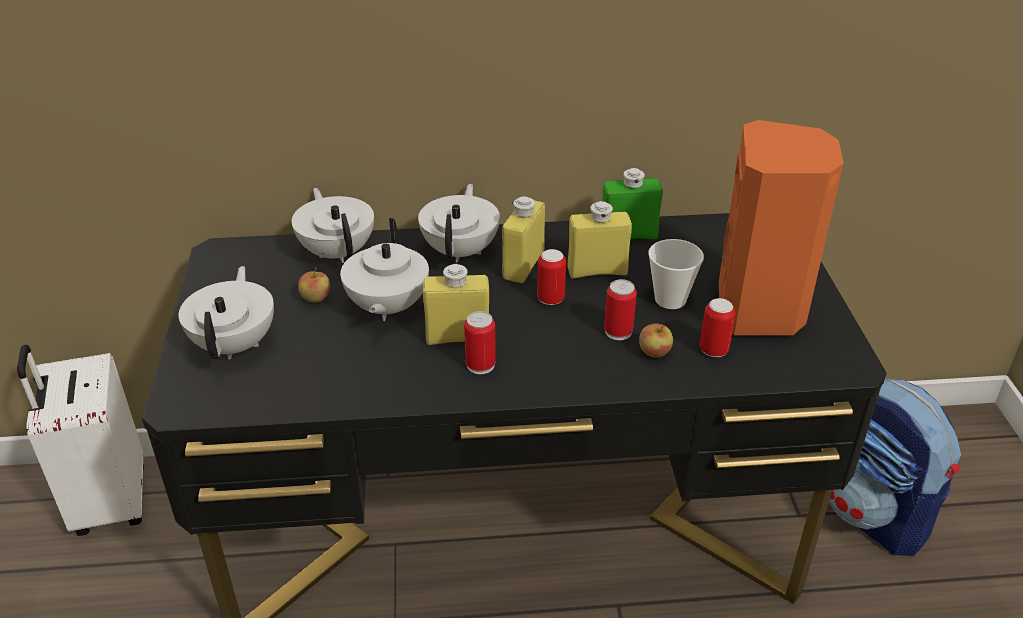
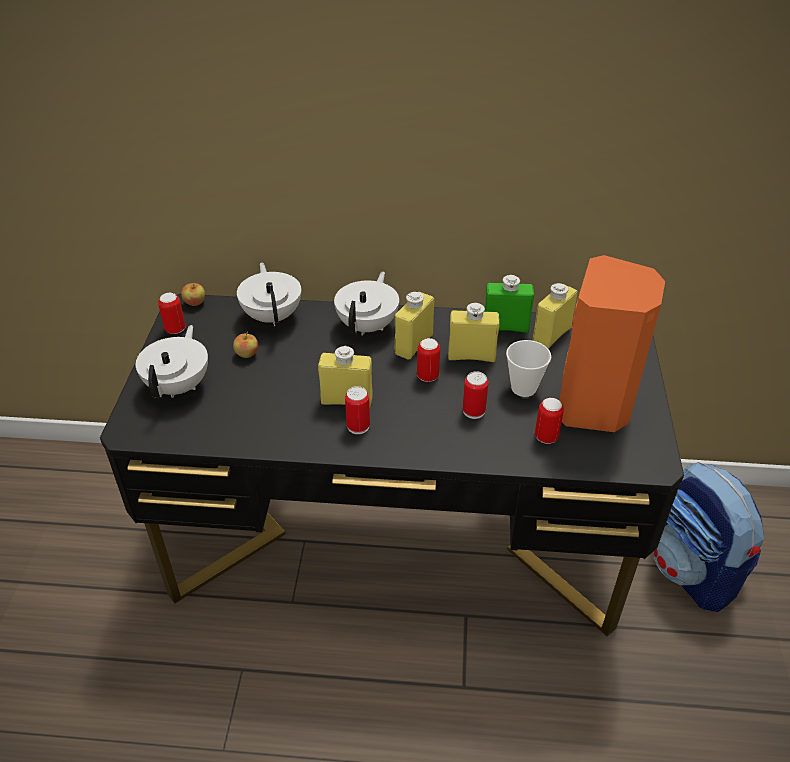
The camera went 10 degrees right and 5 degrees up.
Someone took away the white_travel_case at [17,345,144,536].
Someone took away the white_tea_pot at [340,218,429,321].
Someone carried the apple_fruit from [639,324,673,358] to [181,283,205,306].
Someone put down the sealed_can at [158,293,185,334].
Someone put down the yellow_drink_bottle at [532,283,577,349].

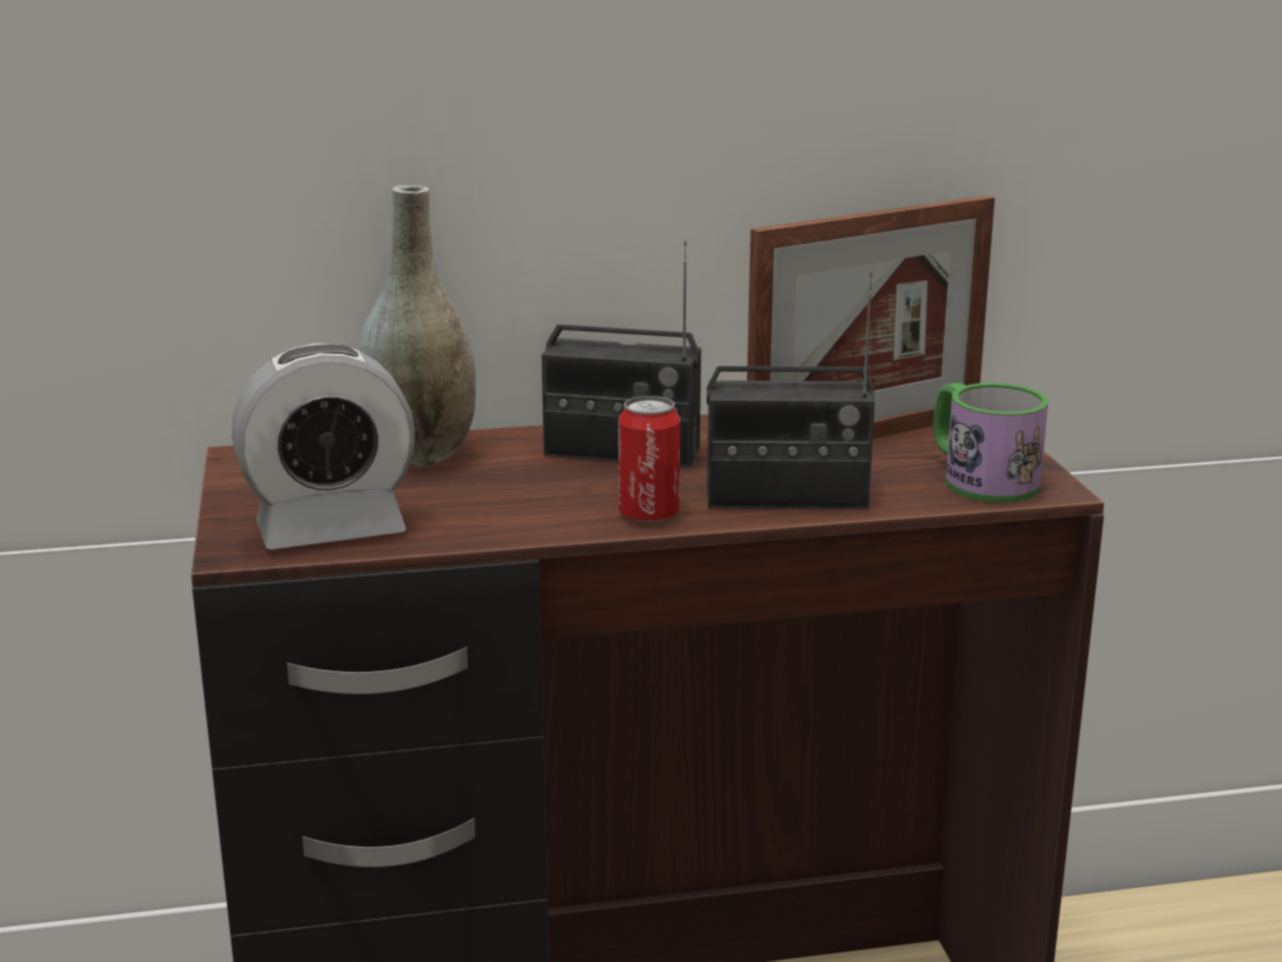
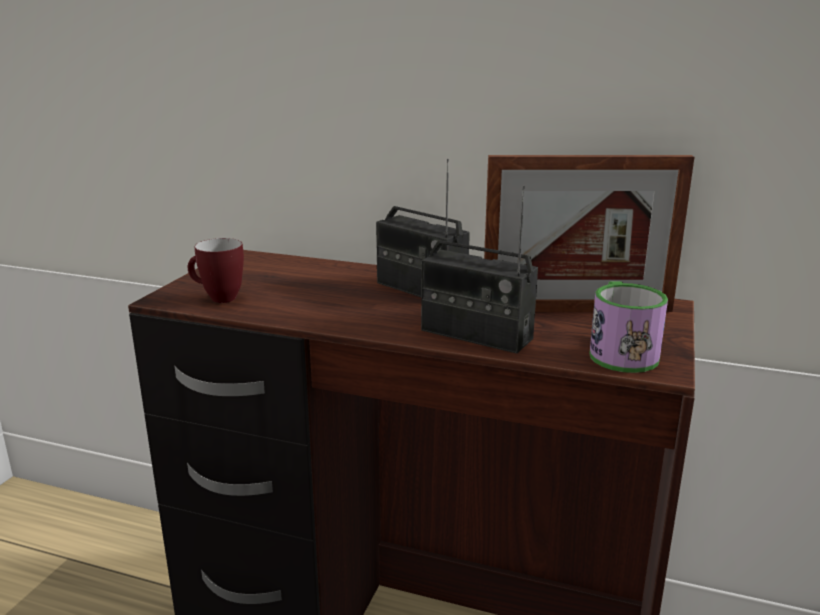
The camera went 30 degrees right and 0 degrees up.
Someone swapped the table_clock at [232,343,415,549] for the mug at [188,238,244,303].
Someone took away the gray_vase at [357,185,476,466].
Someone took away the sealed_can at [618,396,680,523].

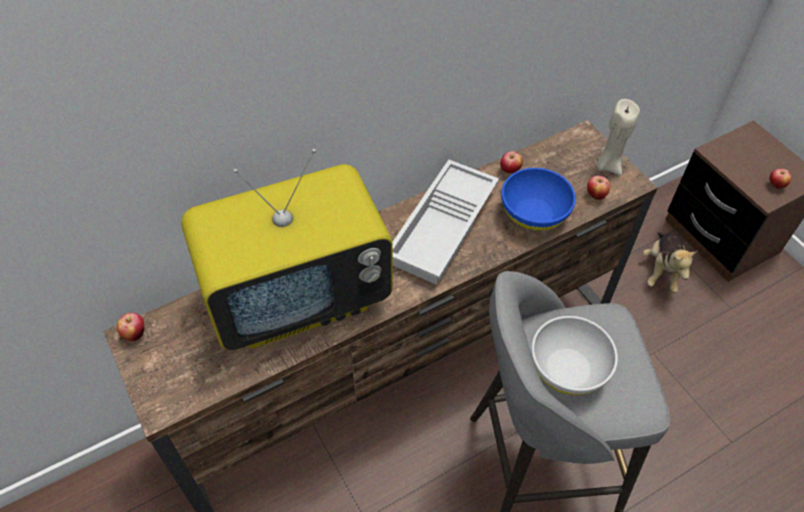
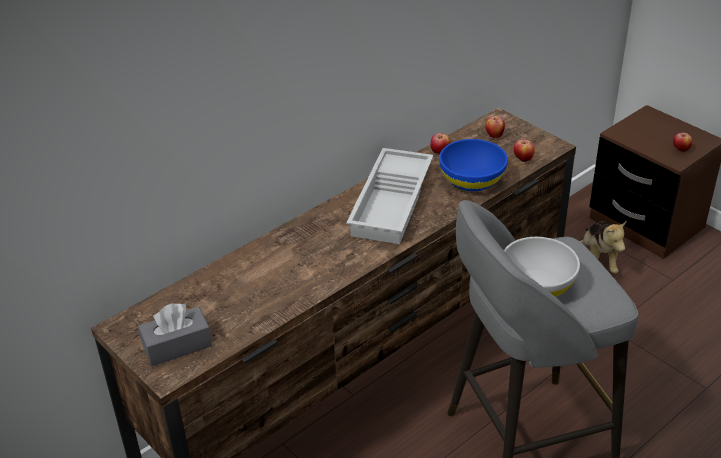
The camera went 10 degrees left and 15 degrees down.
Someone carried the apple_fruit from [117,313,144,341] to [486,116,505,138].
Someone took away the TV_set at [181,149,393,350].
Someone took away the sand-coloured_wax_candle at [596,99,640,175].
Someone put down the gray_tissue_box at [138,303,212,366].

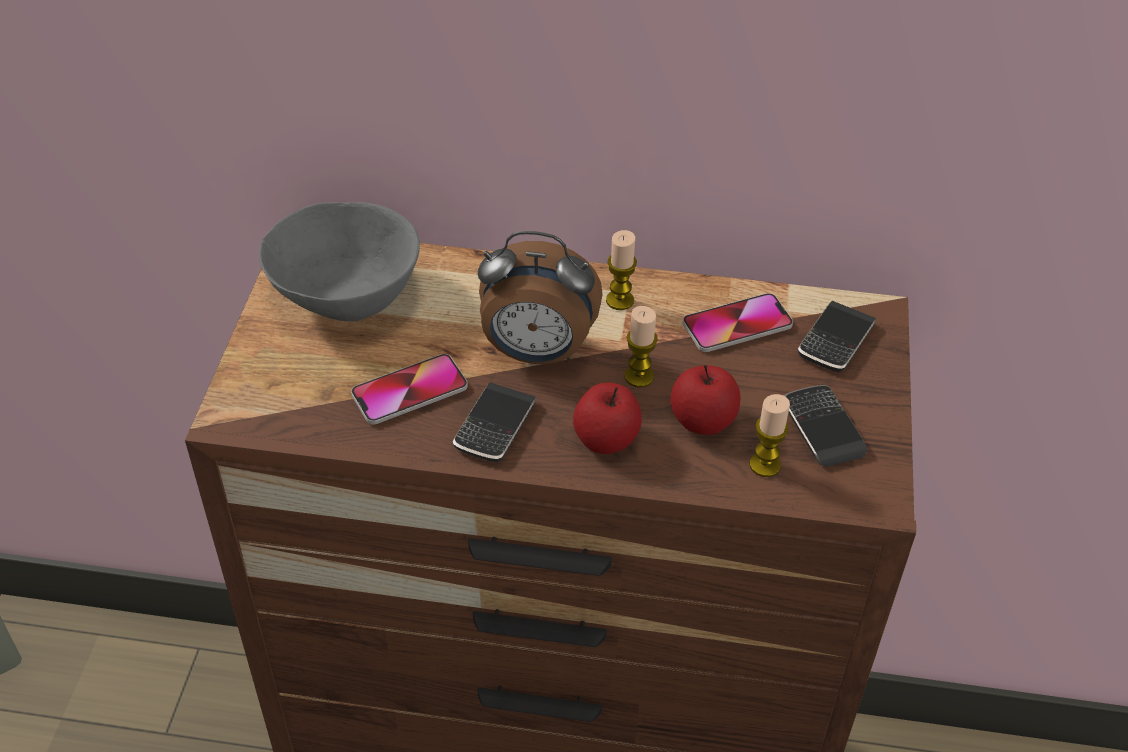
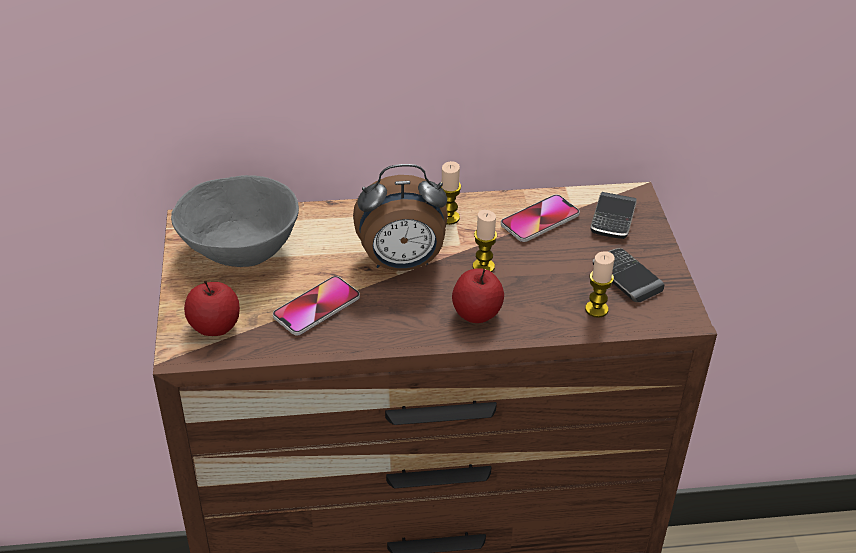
The camera went 15 degrees left and 5 degrees down.
Someone took away the handset at [453,382,536,462].
Someone carried the apple_fruit from [671,365,741,435] to [184,281,240,336].

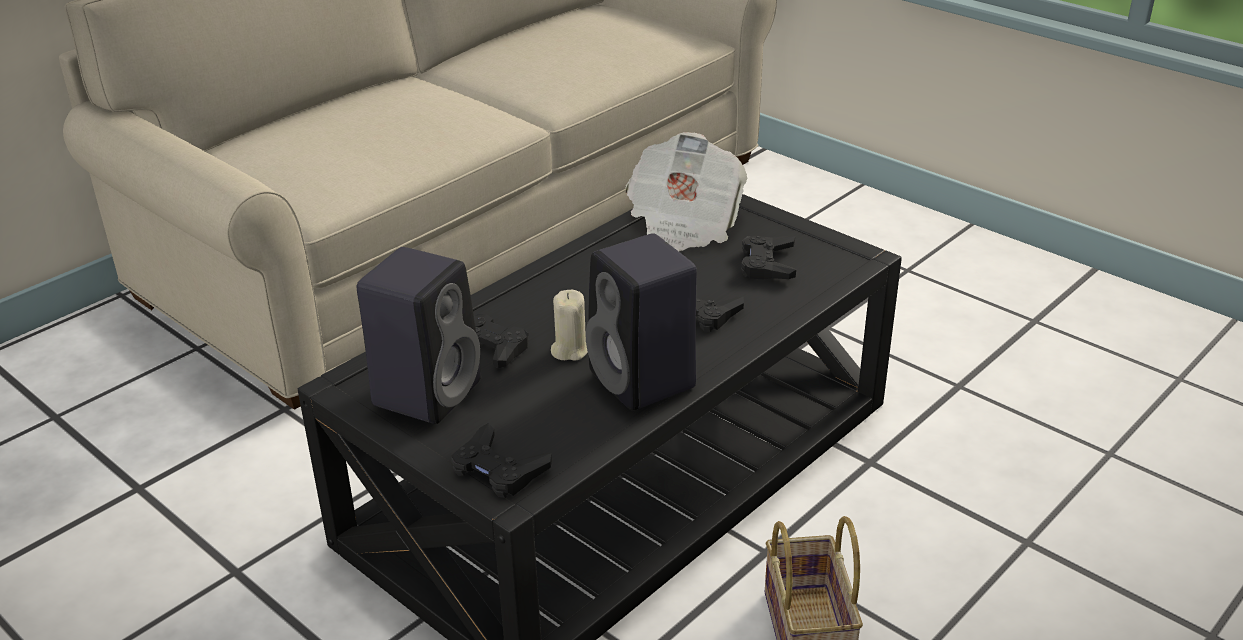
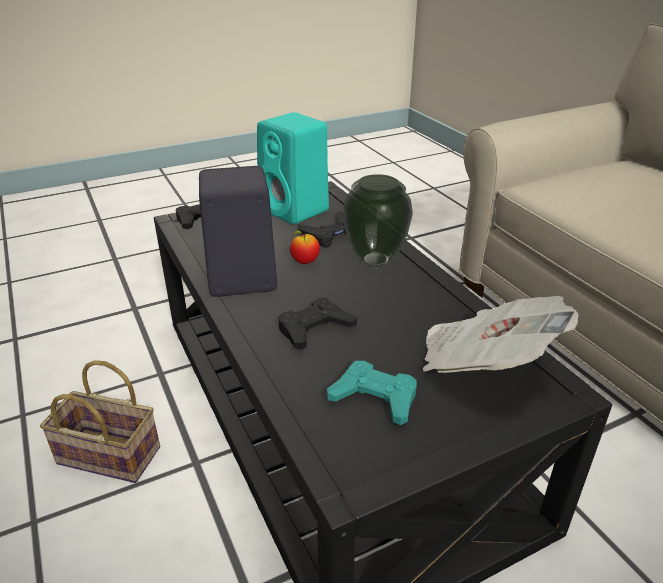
The camera went 110 degrees right and 0 degrees up.
Someone repainted the black_audio_speaker at [357,247,481,424], which became the blue-green_audio_speaker at [257,112,329,225].
Someone swapped the sand-coloured_wax_candle at [551,290,588,361] for the apple_fruit at [290,230,320,264].
Someone repainted the black_game_controller at [741,236,796,279], which became the blue-green_game_controller at [327,361,417,425].
Someone put down the vase at [342,174,413,267].

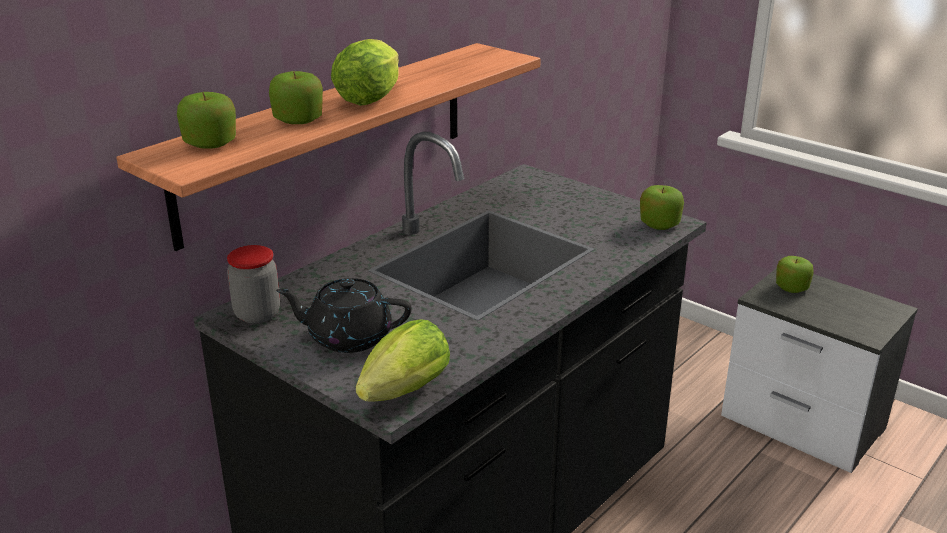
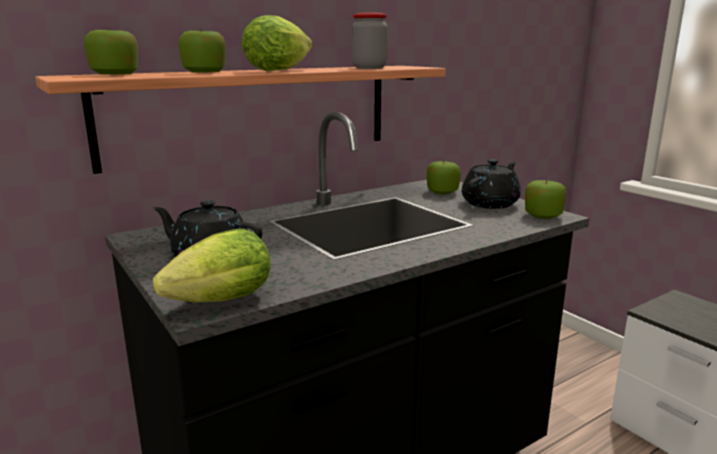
The camera went 15 degrees right and 10 degrees down.
Someone carried the preserve_jar from [227,245,280,323] to [352,13,388,69].
Someone carried the apple_fruit from [776,256,814,293] to [427,160,461,195].
Someone put down the black_tea_pot at [462,159,521,209].

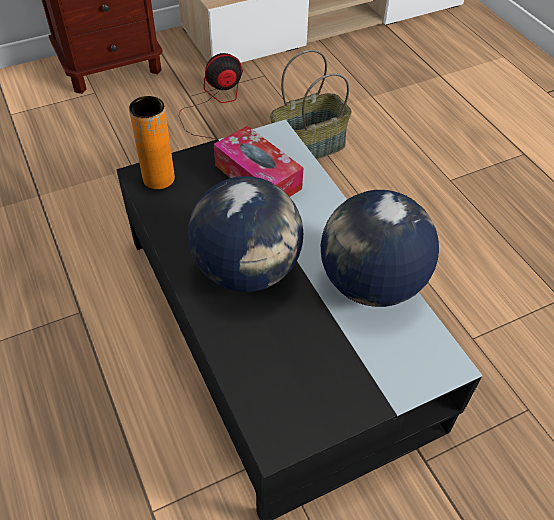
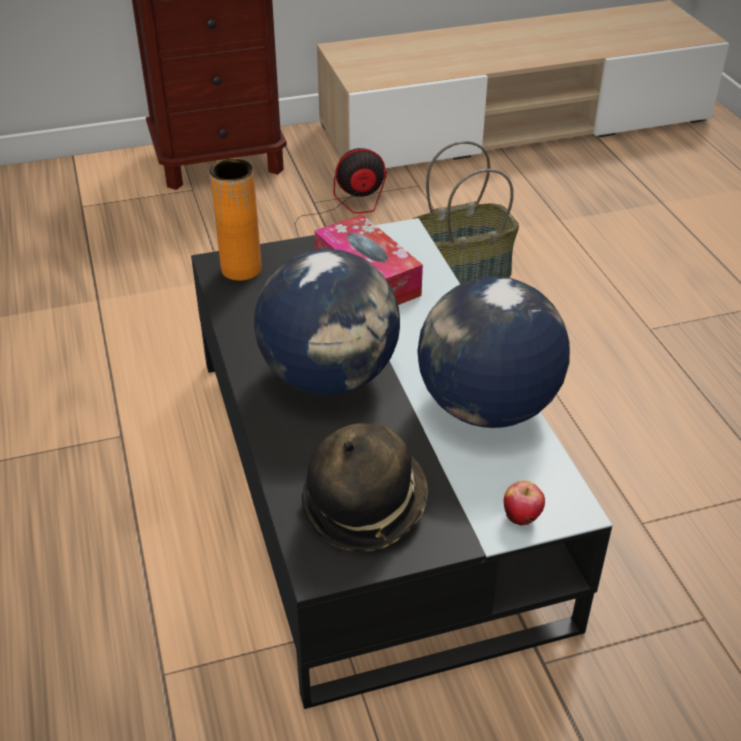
The camera went 10 degrees right and 10 degrees down.
Someone put down the wearable_hat at [302,423,428,552].
Someone put down the apple_fruit at [504,481,545,526].

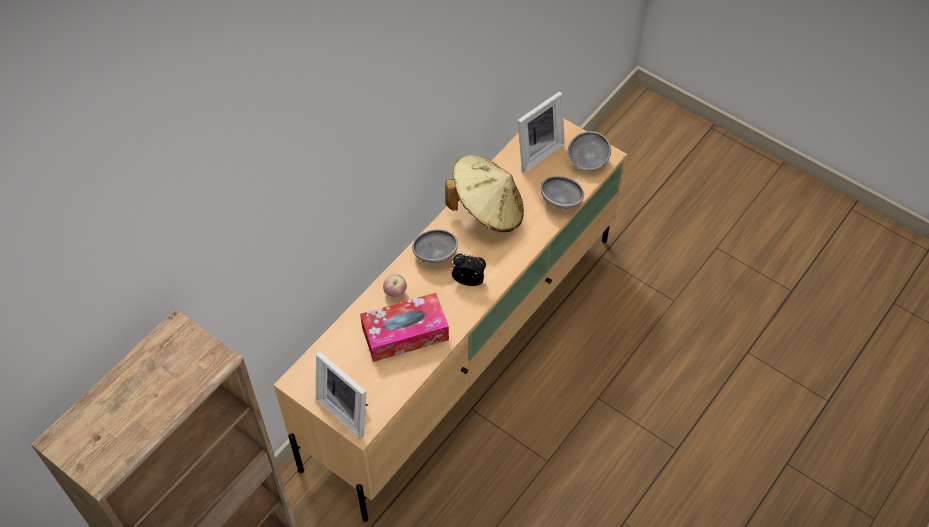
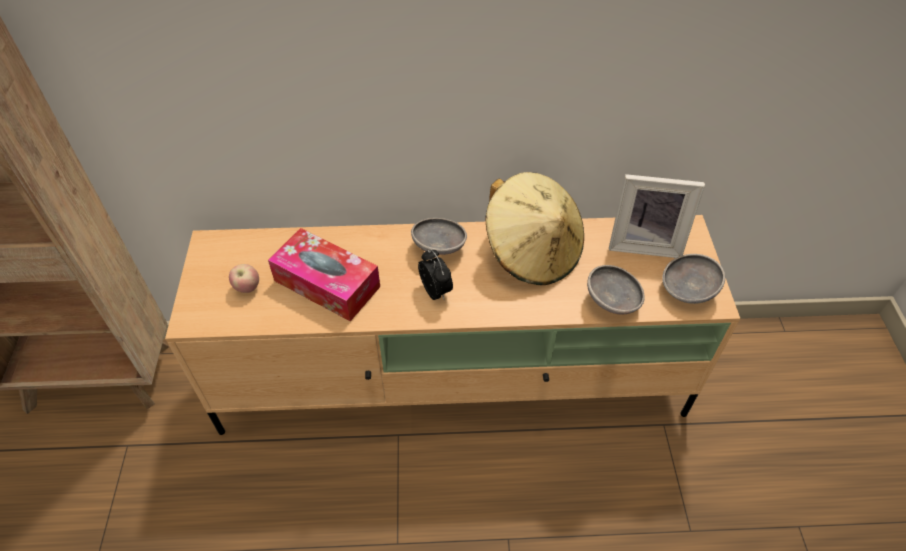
The camera went 50 degrees right and 5 degrees down.
Someone took away the picture_frame at [316,351,368,438].
Someone carried the apple_fruit from [383,274,407,297] to [229,264,259,293].

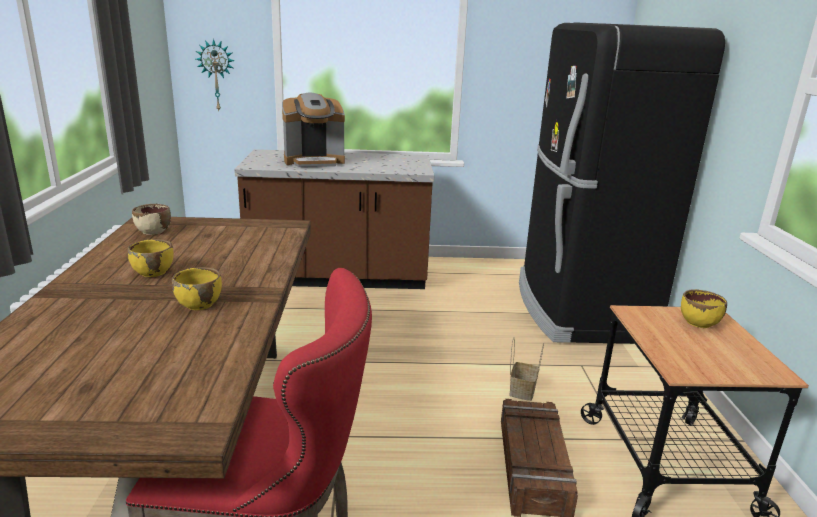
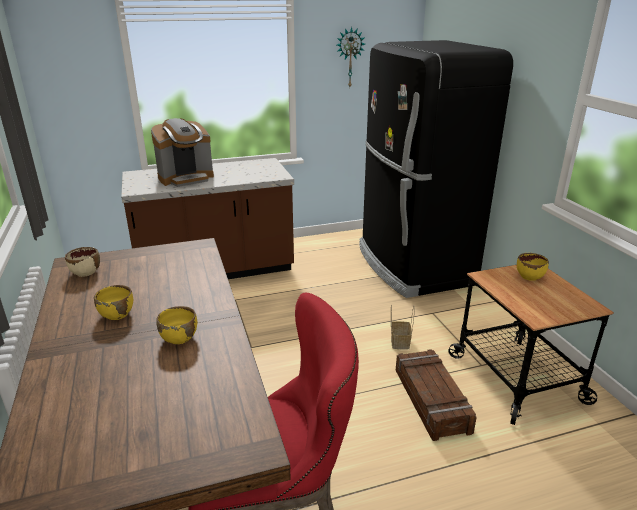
The camera went 15 degrees left and 5 degrees up.
Someone carried the wall_clock from [196,39,235,111] to [337,27,365,87].

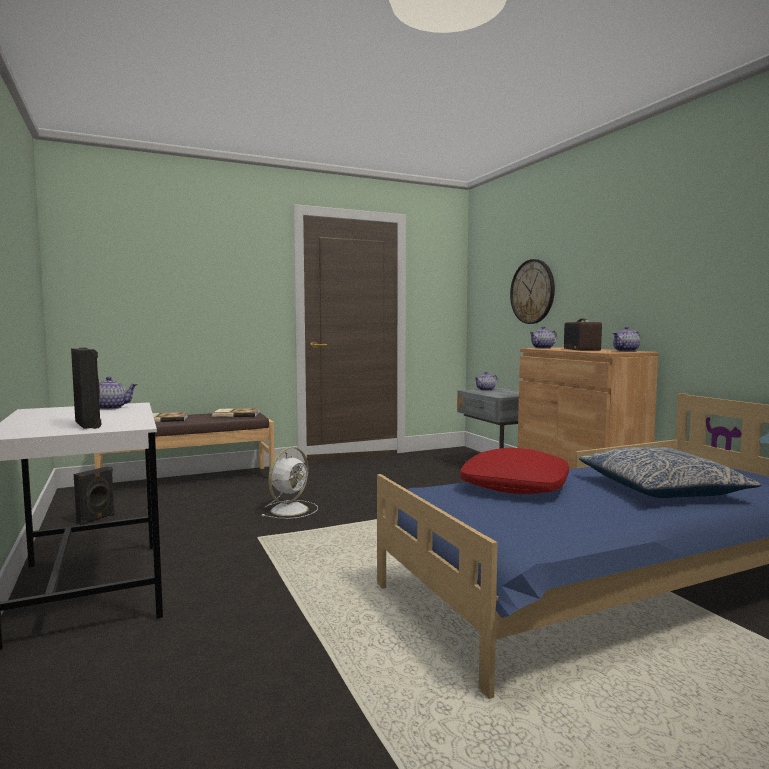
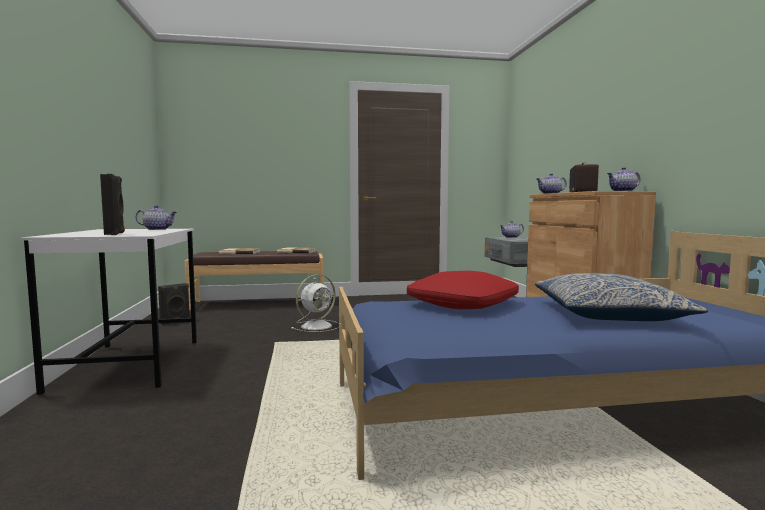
The camera went 15 degrees right and 0 degrees up.
Someone took away the wall_clock at [510,259,555,324].

